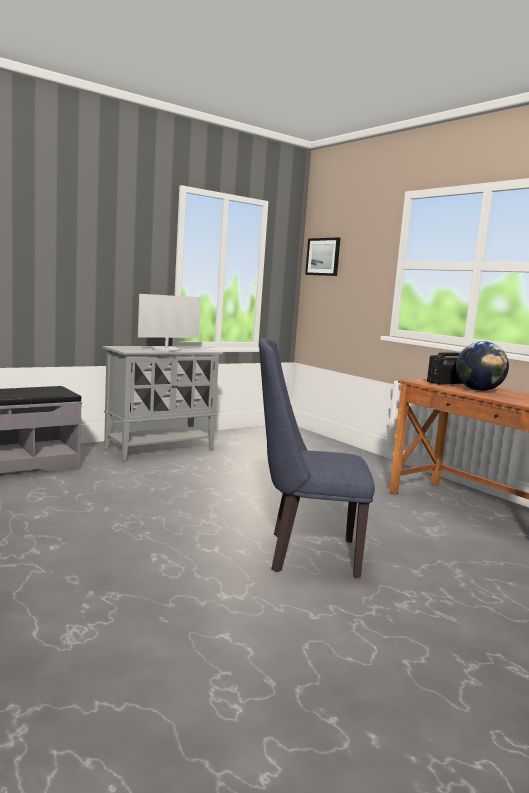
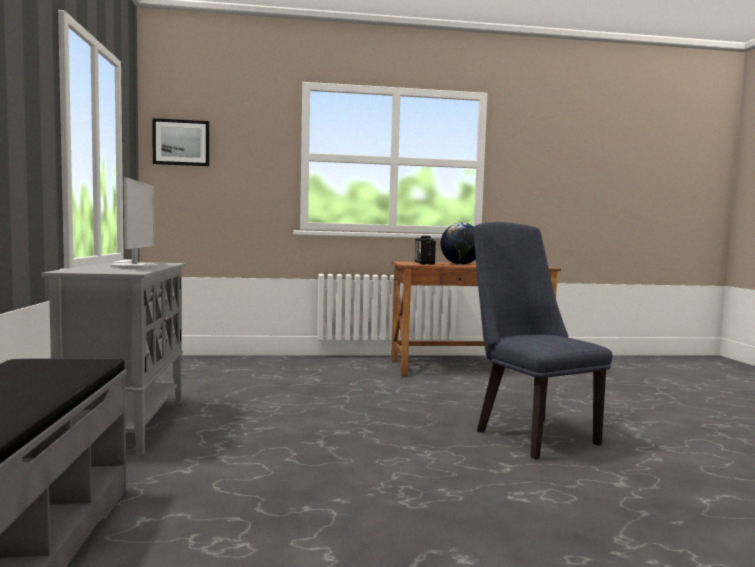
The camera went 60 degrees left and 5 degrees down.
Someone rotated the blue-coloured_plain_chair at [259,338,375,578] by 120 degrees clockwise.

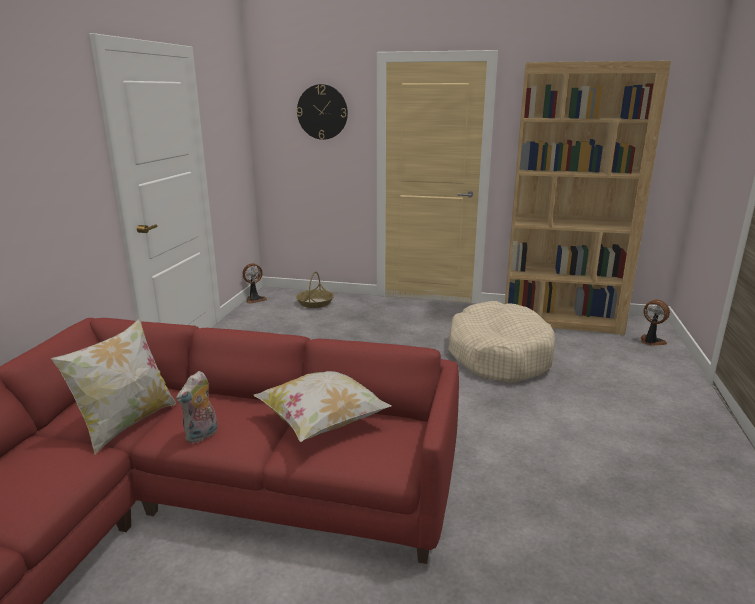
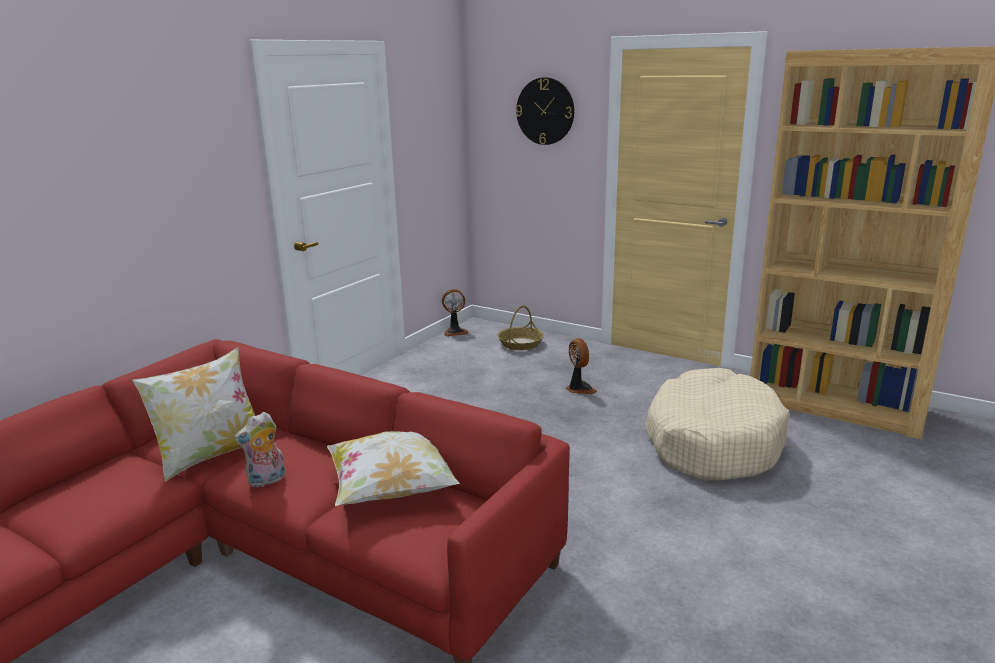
The camera went 20 degrees right and 0 degrees up.
Someone carried the electric_fan from [641,300,670,346] to [566,338,597,394].

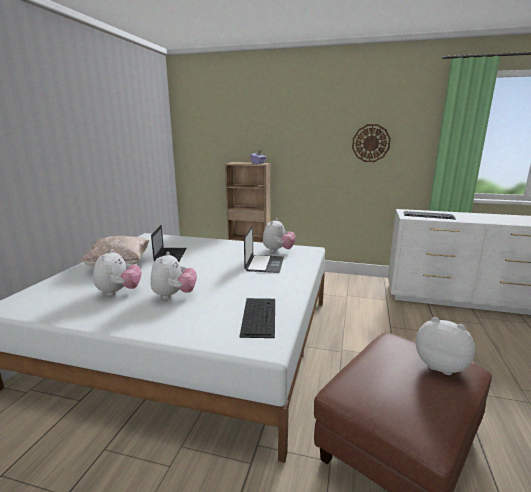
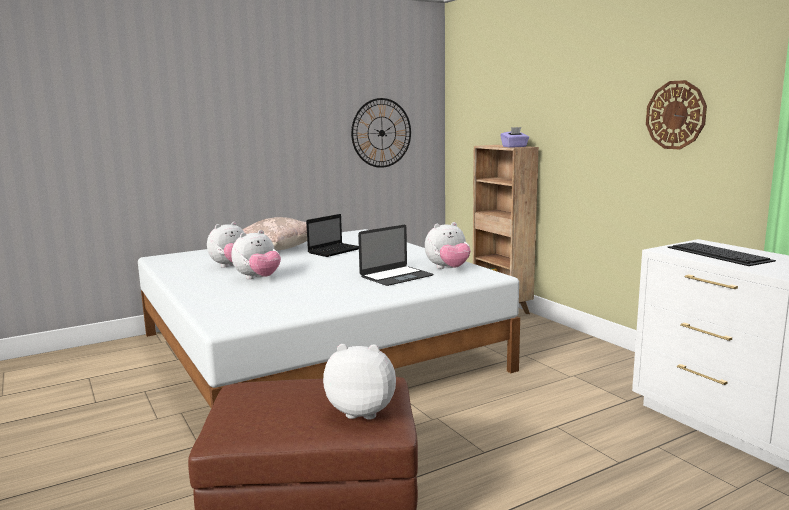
The camera went 45 degrees right and 5 degrees down.
Someone took away the computer_keyboard at [239,298,275,338].
Someone rotated the cuddly_toy at [416,317,475,375] by 75 degrees counterclockwise.
Someone put up the wall_clock at [351,98,411,168].

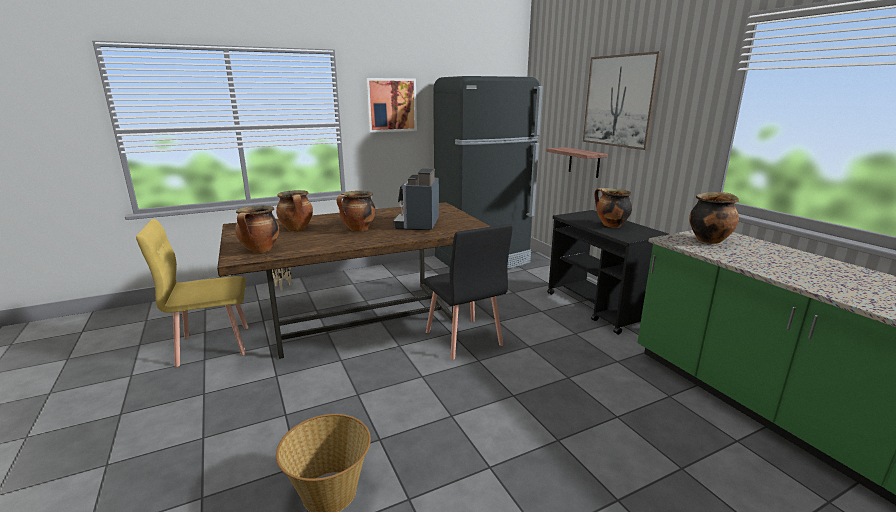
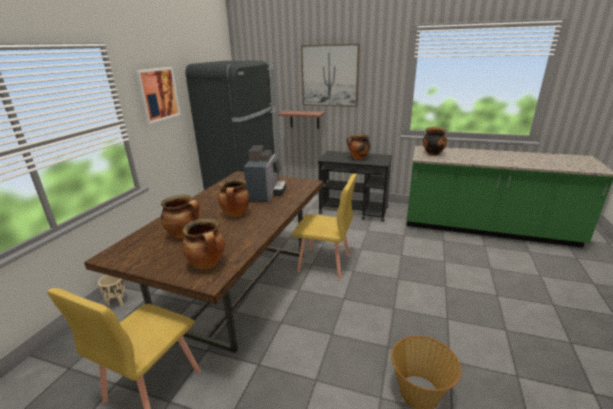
The camera went 45 degrees left and 5 degrees up.
Someone rotated the coffee_machine at [393,168,439,230] by 135 degrees counterclockwise.
Someone repainted the black_plain_chair at [423,224,513,360], which became the yellow_plain_chair at [292,173,357,279].

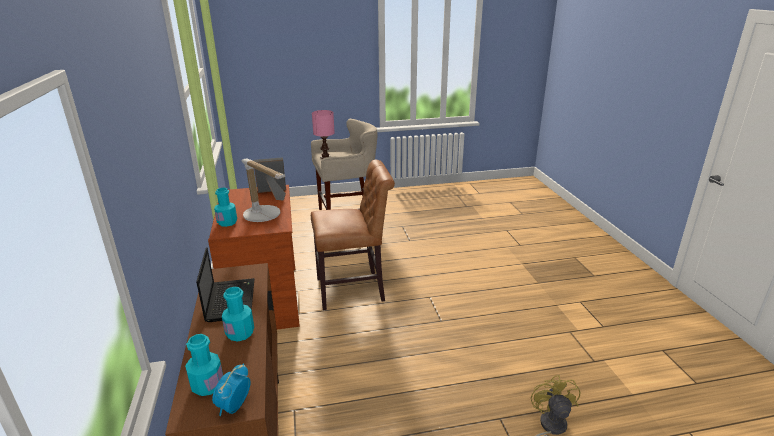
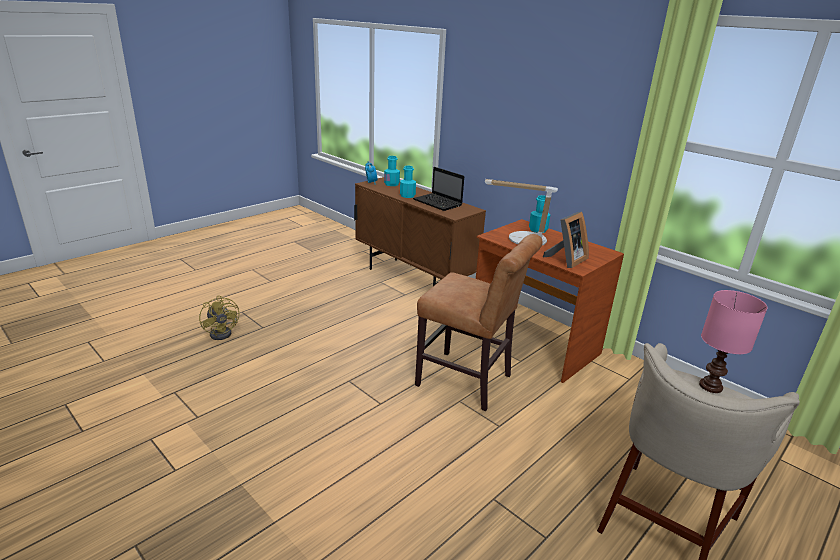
The camera went 145 degrees right and 0 degrees up.
Someone rotated the brownish_plain_chair at [311,160,395,310] by 105 degrees counterclockwise.

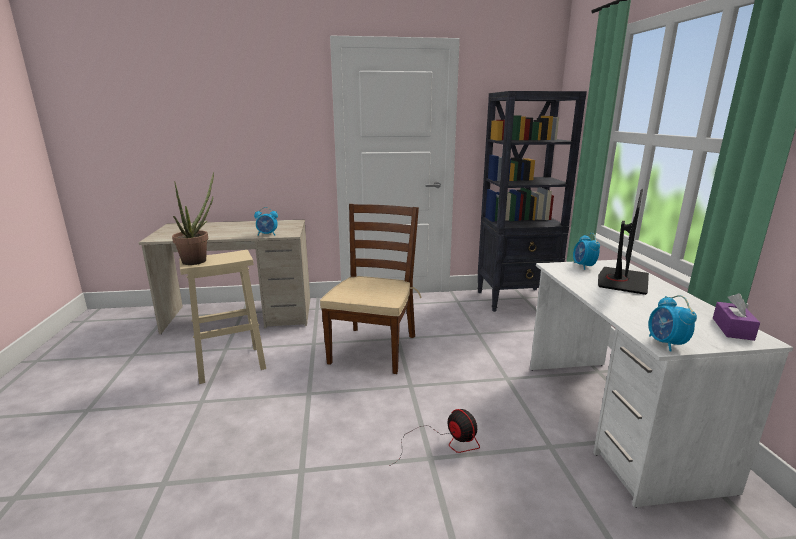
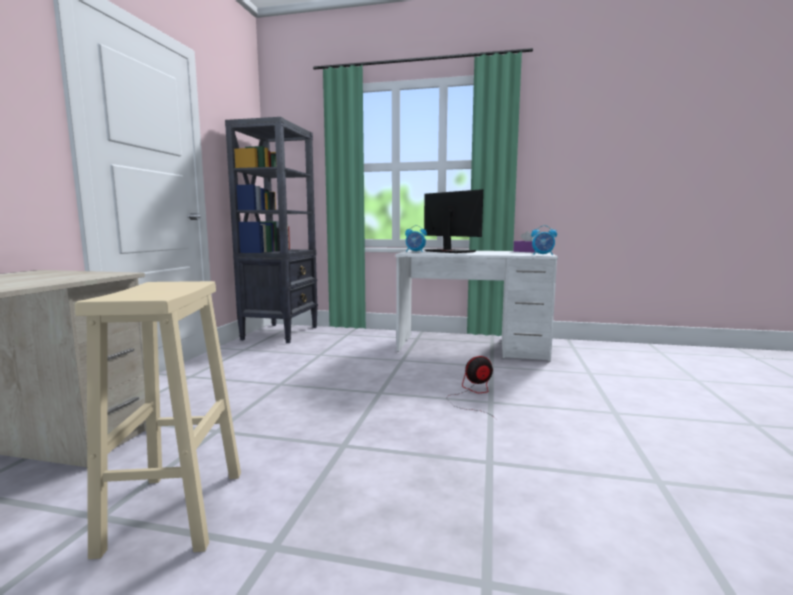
The camera went 70 degrees left and 10 degrees down.
Someone took away the potted_plant at [172,172,214,265].
Someone took away the table_clock at [254,207,278,236].
Someone took away the brownish_plain_chair at [320,204,422,374].

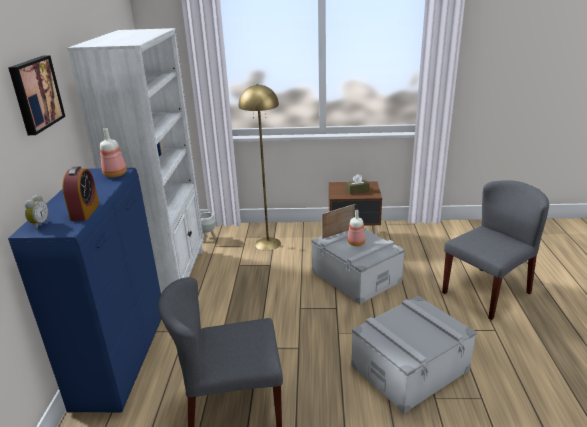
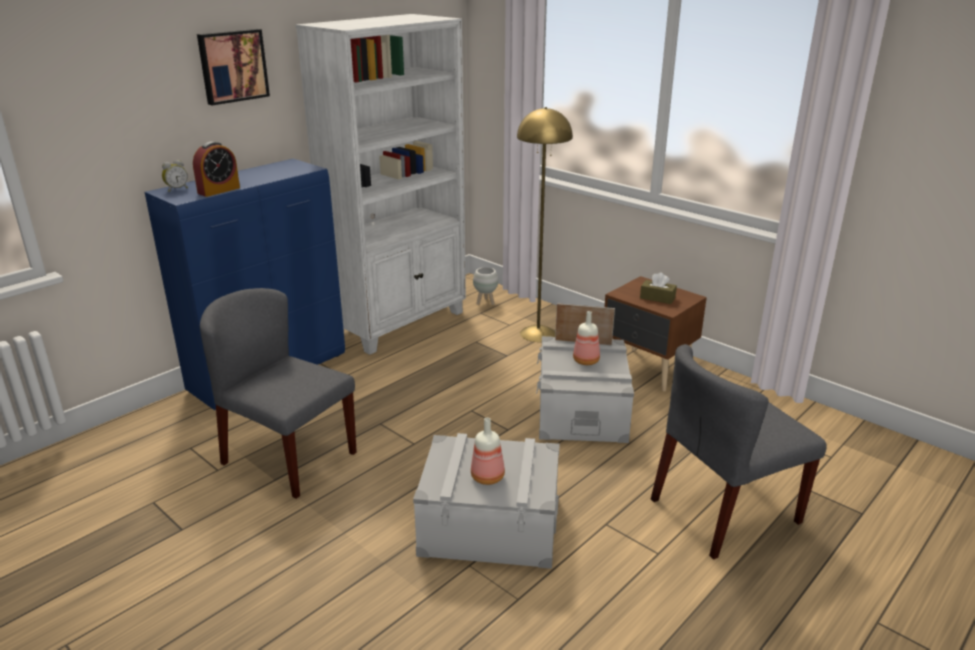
The camera went 40 degrees right and 0 degrees up.
Someone carried the drink_bottle from [100,128,127,178] to [471,418,505,485].
Someone rotated the gray_plain_chair at [442,180,549,320] by 150 degrees clockwise.

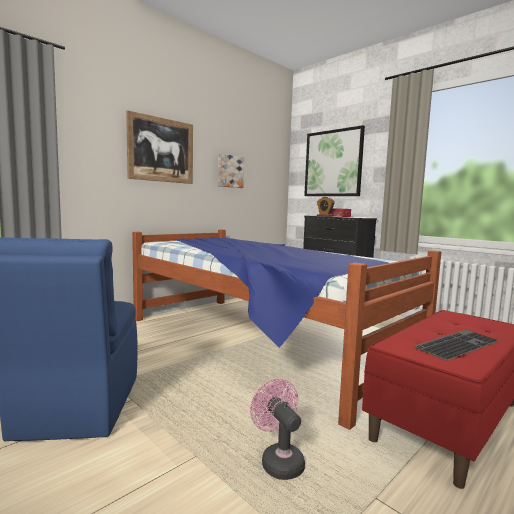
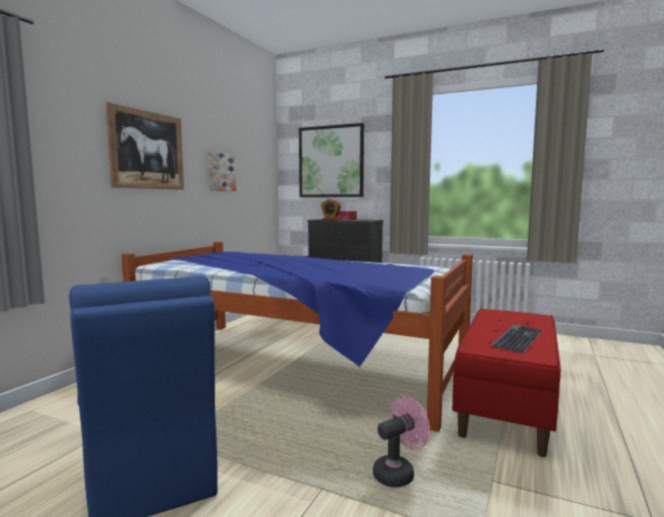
The camera went 20 degrees left and 0 degrees up.
Someone rotated the pink-coloured_electric_fan at [250,379,305,480] by 105 degrees clockwise.

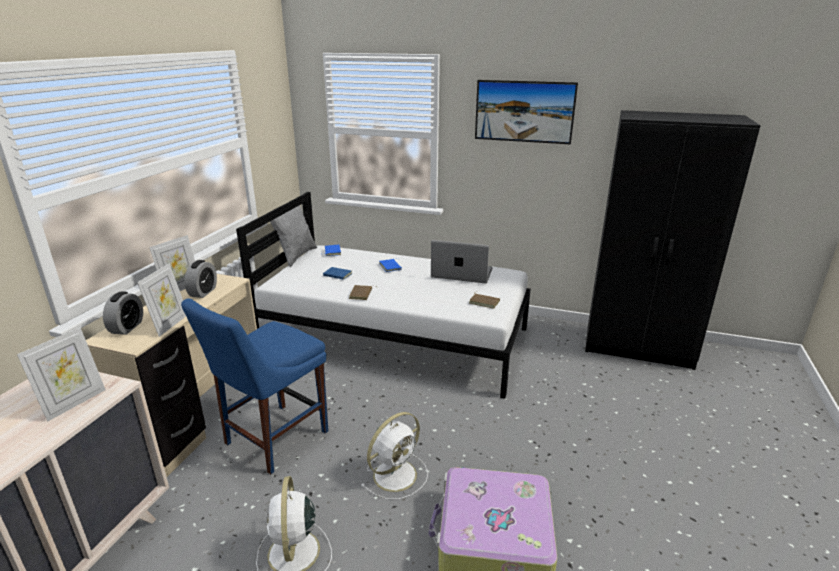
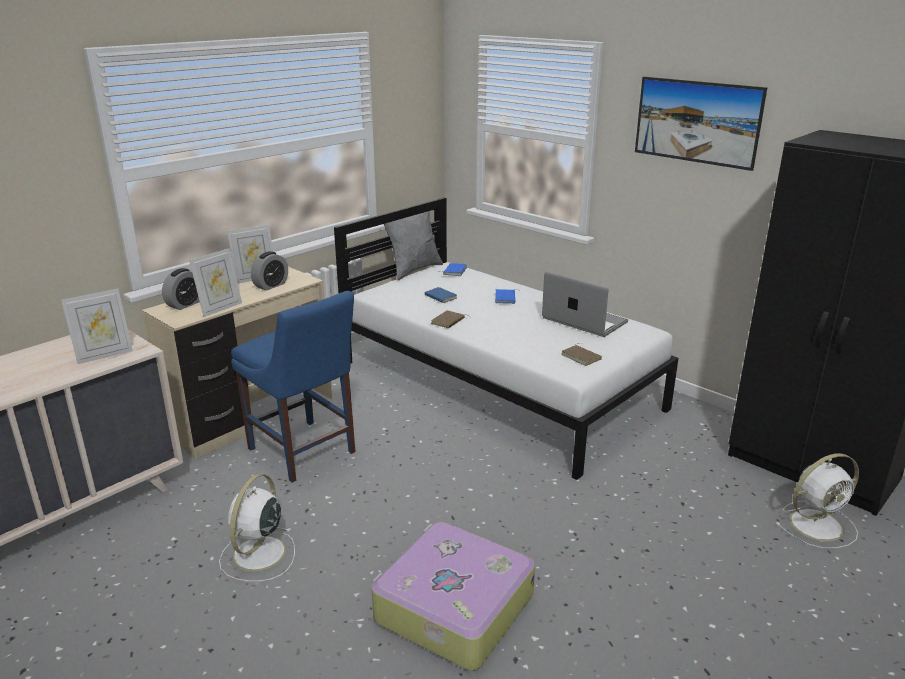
The camera went 25 degrees right and 0 degrees up.
Someone rotated the blue-coloured_plain_chair at [181,298,329,474] by 105 degrees counterclockwise.
Someone carried the white_electric_fan from [361,412,428,500] to [776,453,859,549].

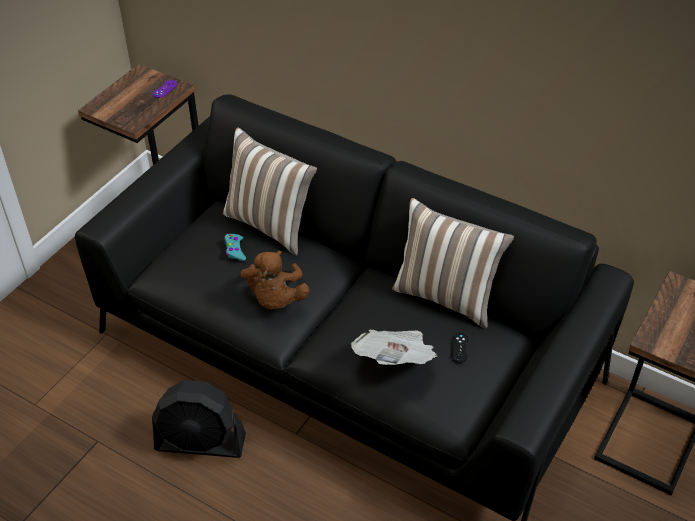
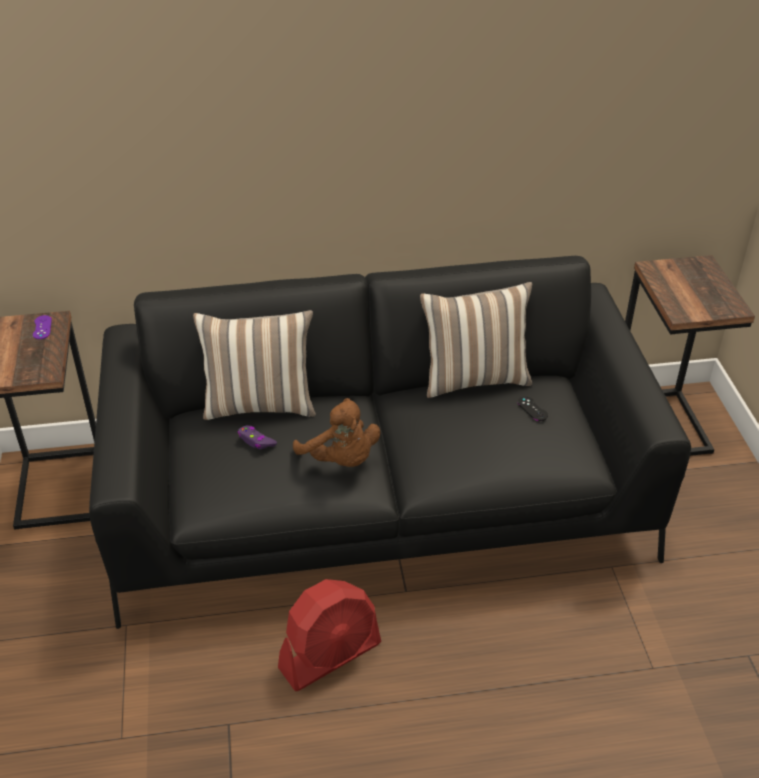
The camera went 40 degrees left and 5 degrees down.
Someone repainted the black_electric_fan at [152,380,246,458], which became the red_electric_fan at [278,579,381,691].
Someone repainted the blue-green_game_controller at [224,234,246,261], which became the purple-coloured_game_controller at [238,425,277,449].
Someone took away the newspaper at [351,330,437,365].

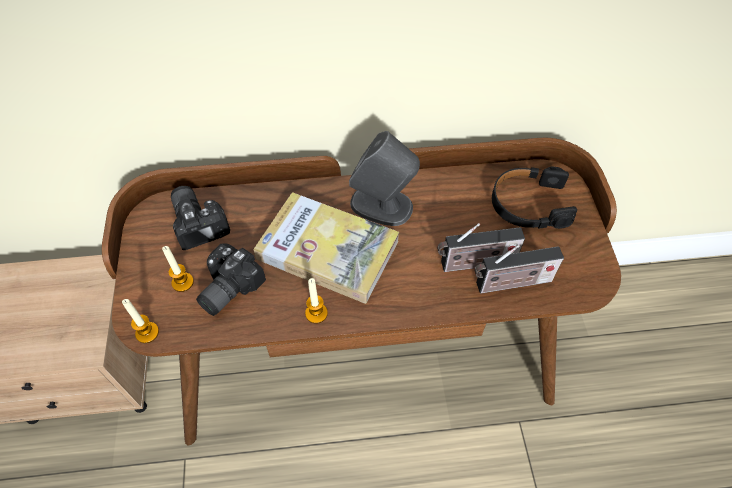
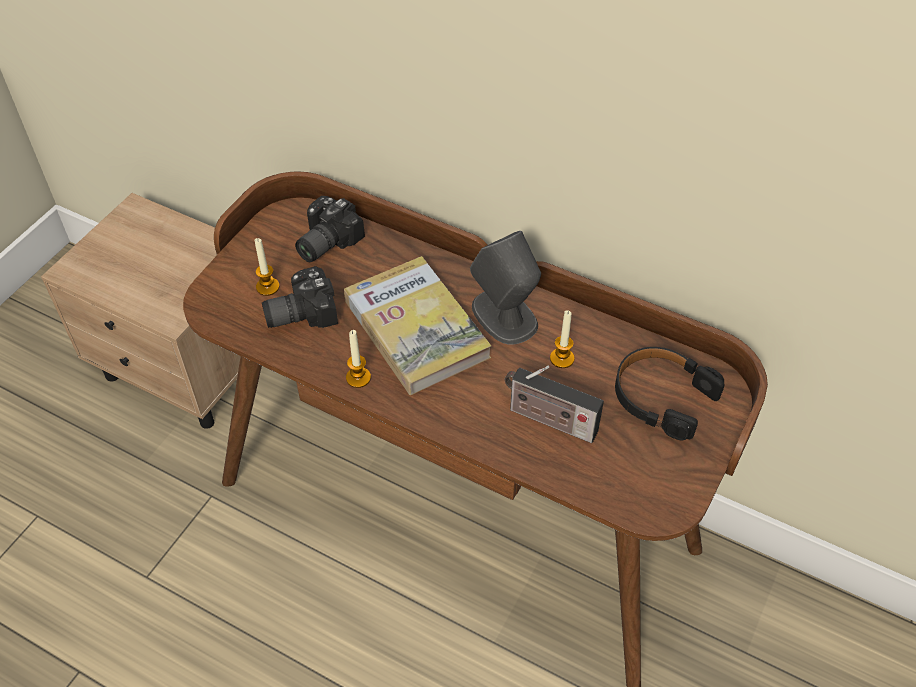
The camera went 35 degrees right and 5 degrees down.
Someone carried the wax_candle from [122,299,159,343] to [550,310,575,368].
Someone rotated the photo_camera at [171,186,230,250] by 150 degrees counterclockwise.
Someone took away the radio_set at [474,244,564,293].

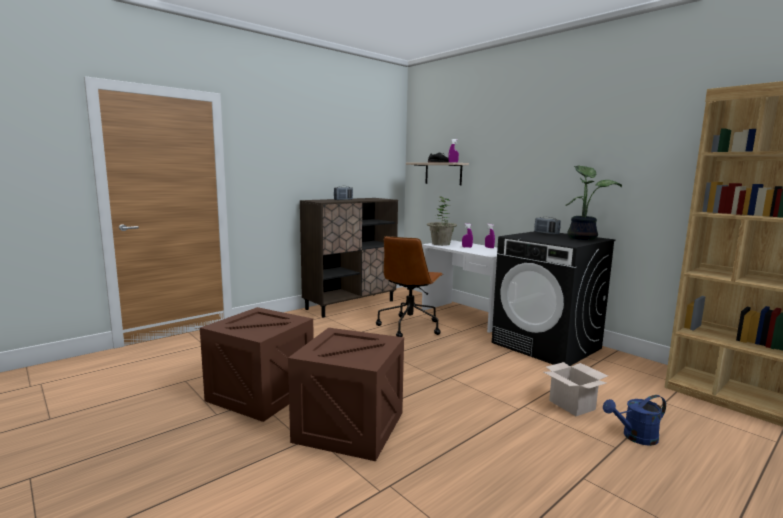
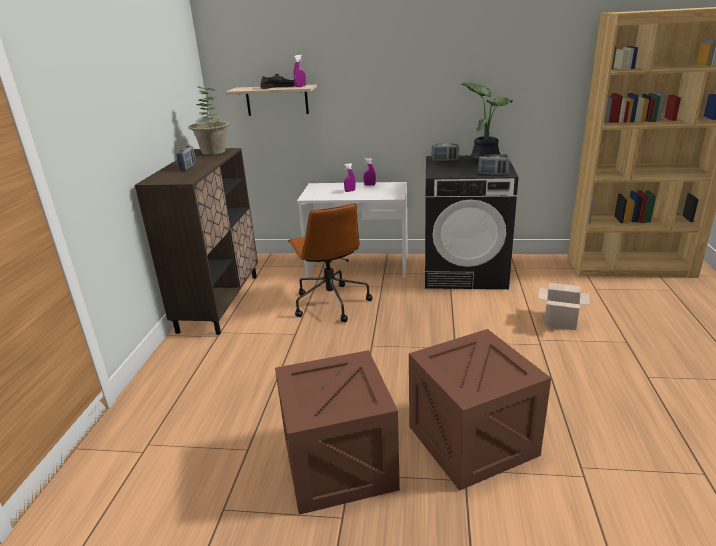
The camera went 40 degrees left and 15 degrees up.
Someone carried the potted_plant from [427,196,457,246] to [188,86,230,155].
Someone took away the blue-coloured_watering_can at [603,395,666,446].
Someone put down the radio_set at [478,155,510,175].

